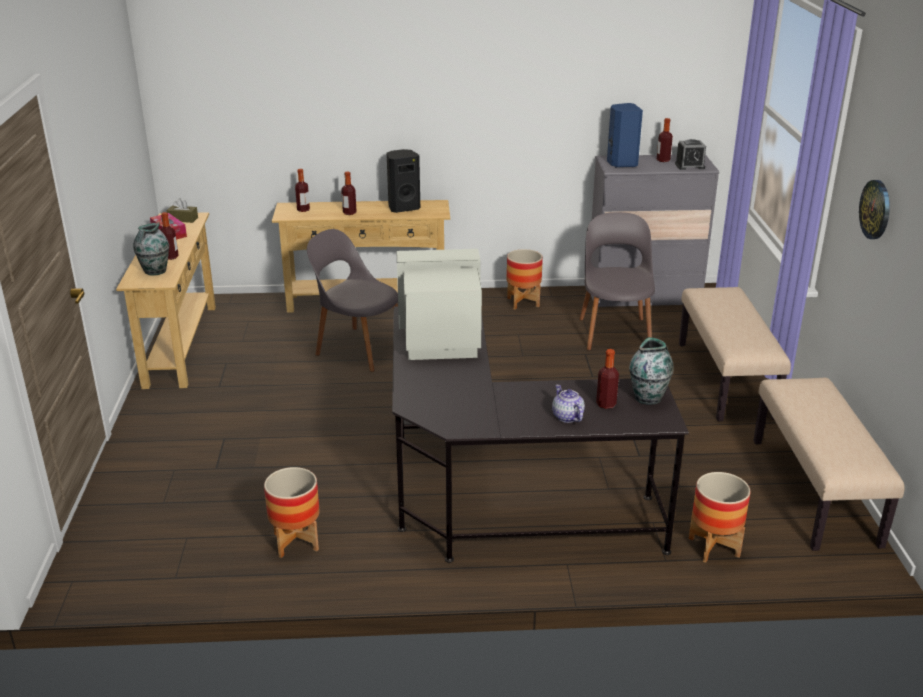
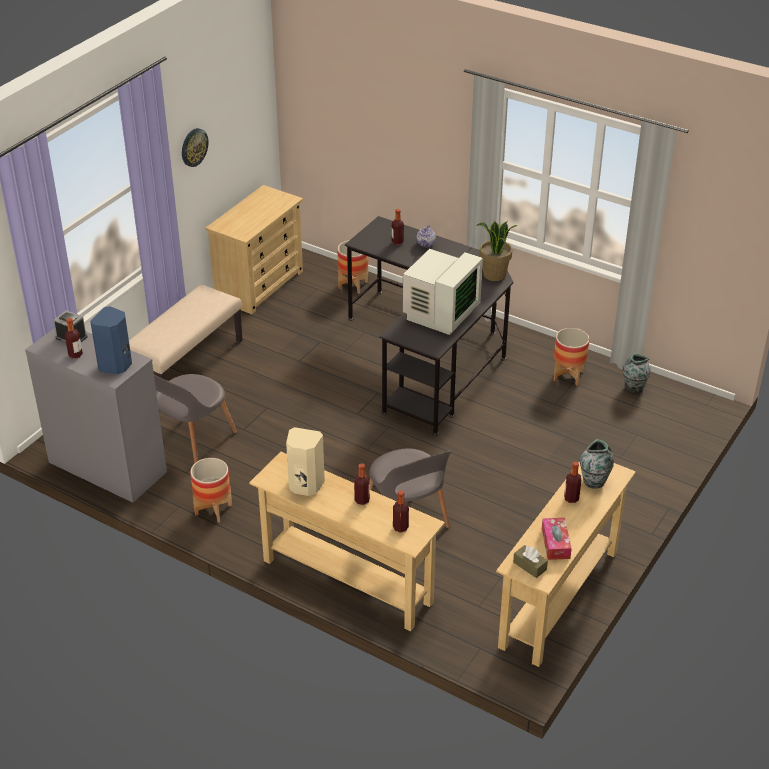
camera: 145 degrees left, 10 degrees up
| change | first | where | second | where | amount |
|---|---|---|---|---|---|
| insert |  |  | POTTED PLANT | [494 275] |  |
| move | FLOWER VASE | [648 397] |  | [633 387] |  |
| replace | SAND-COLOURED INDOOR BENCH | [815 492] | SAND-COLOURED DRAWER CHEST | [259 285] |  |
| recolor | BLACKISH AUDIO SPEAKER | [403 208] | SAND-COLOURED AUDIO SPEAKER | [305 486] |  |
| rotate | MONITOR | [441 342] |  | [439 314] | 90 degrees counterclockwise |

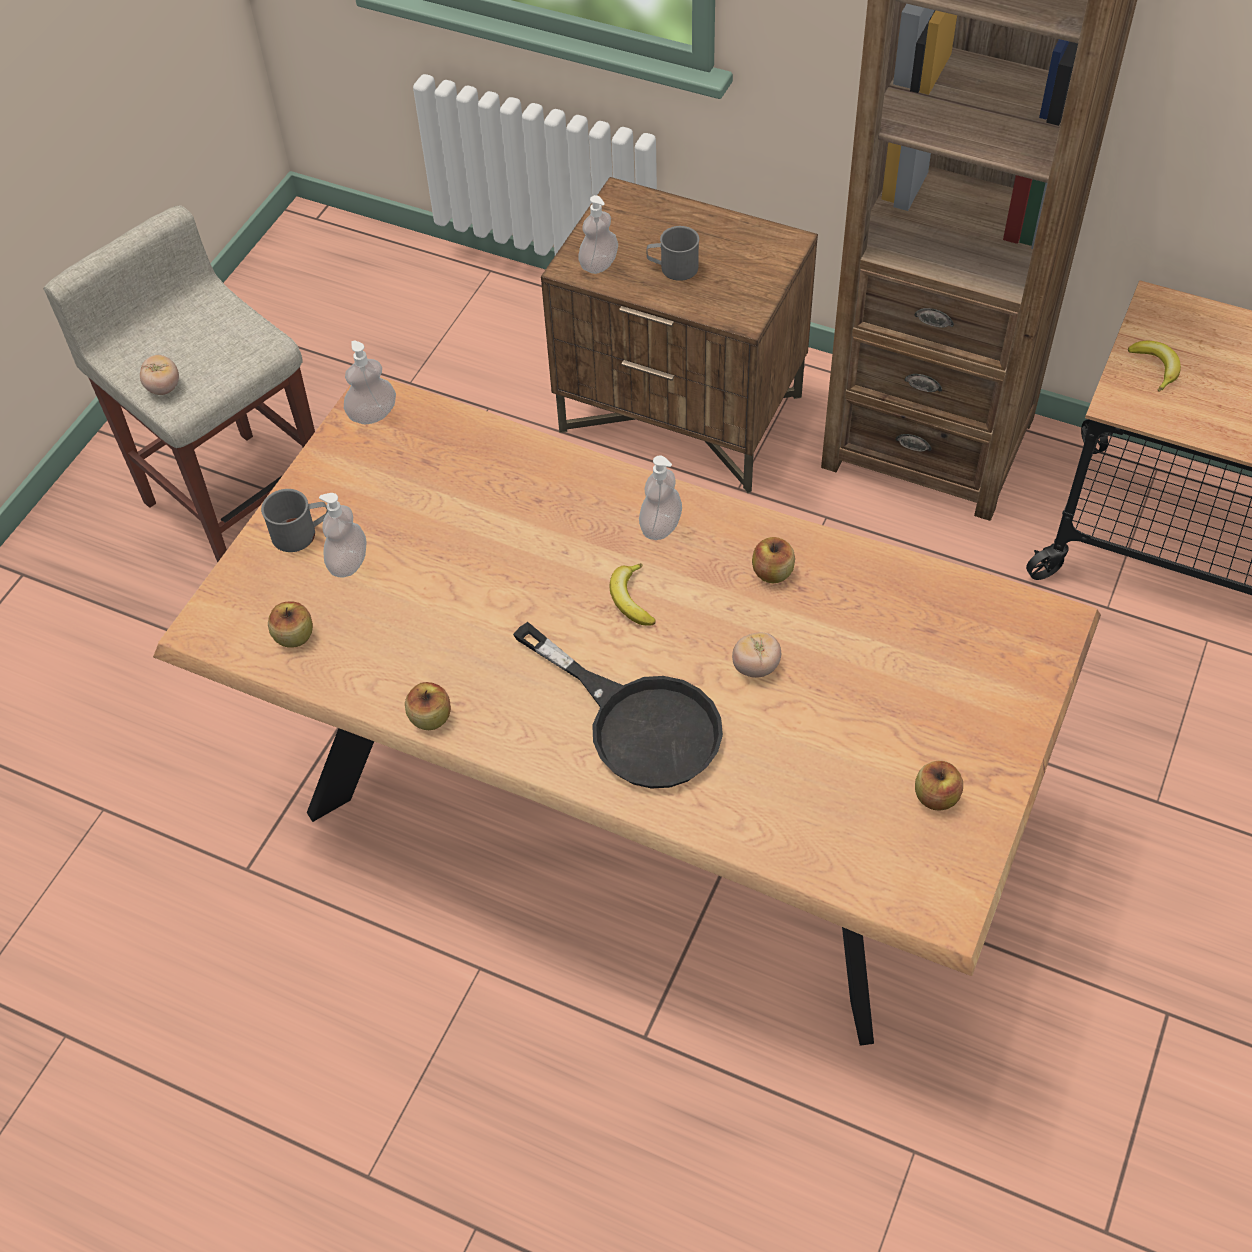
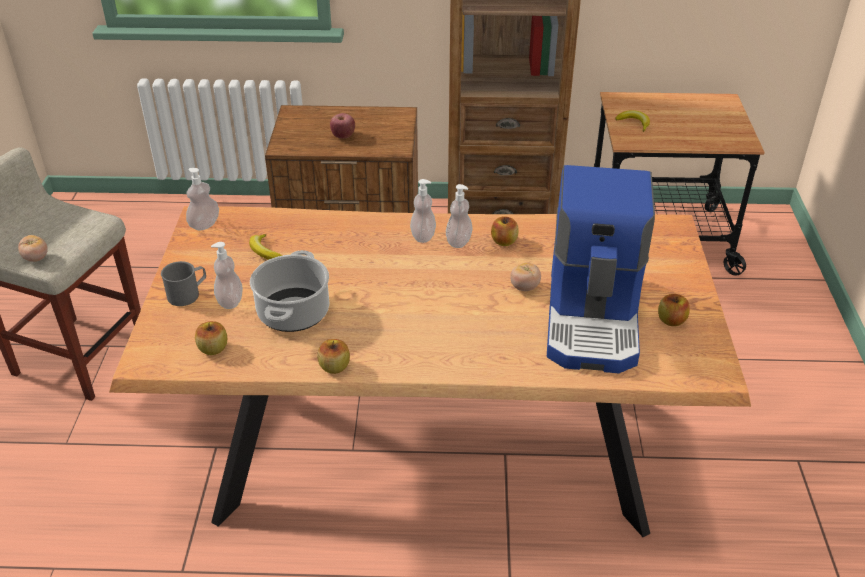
camera: 25 degrees left, 15 degrees down
| change | first | where | second | where | amount |
|---|---|---|---|---|---|
| delete | BLACKISH FRYING PAN | [638 722] |  |  |  |
| insert |  |  | COOKING POT | [294 313] |  |
| insert |  |  | COFFEE BREWER | [594 318] |  |
| move | SOAP BOTTLE | [599 264] |  | [458 241] |  |
| move | WHOLE BANANA | [631 599] |  | [265 252] |  |
| replace | GRAY MUG | [673 268] | WHOLE APPLE | [343 136] |  |

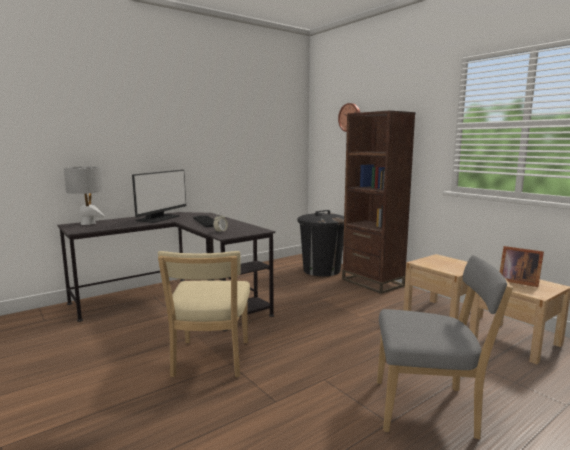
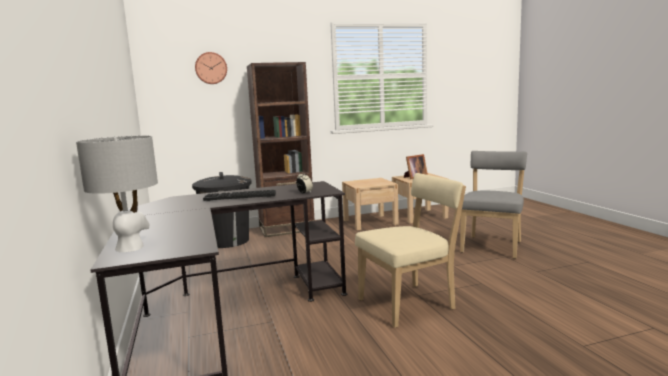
camera: 70 degrees left, 0 degrees up
| change | first | where | second | where | amount |
|---|---|---|---|---|---|
| delete | MONITOR | [159 218] |  |  |  |
| rotate | SAND-COLOURED UPRIGHT CHAIR | [210 361] |  | [410 303] | 45 degrees counterclockwise |

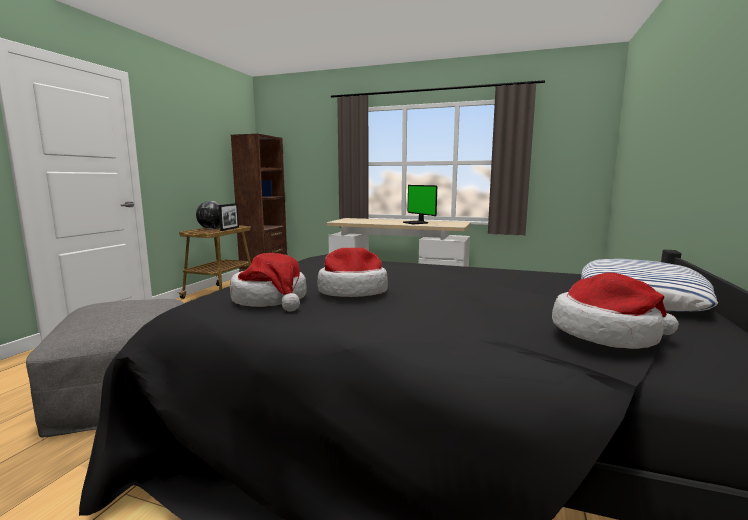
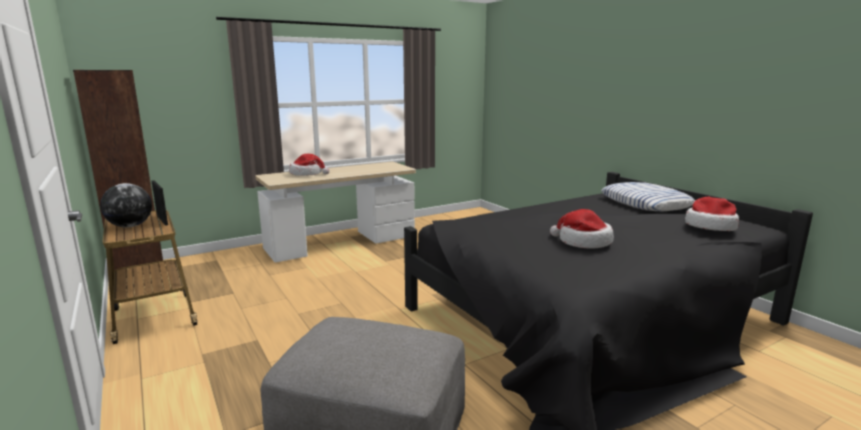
camera: 50 degrees left, 5 degrees up
| change | first | where | second | where | amount |
|---|---|---|---|---|---|
| delete | MONITOR | [416 223] |  |  |  |
| move | WEARABLE HAT | [271 300] |  | [307 174] |  |

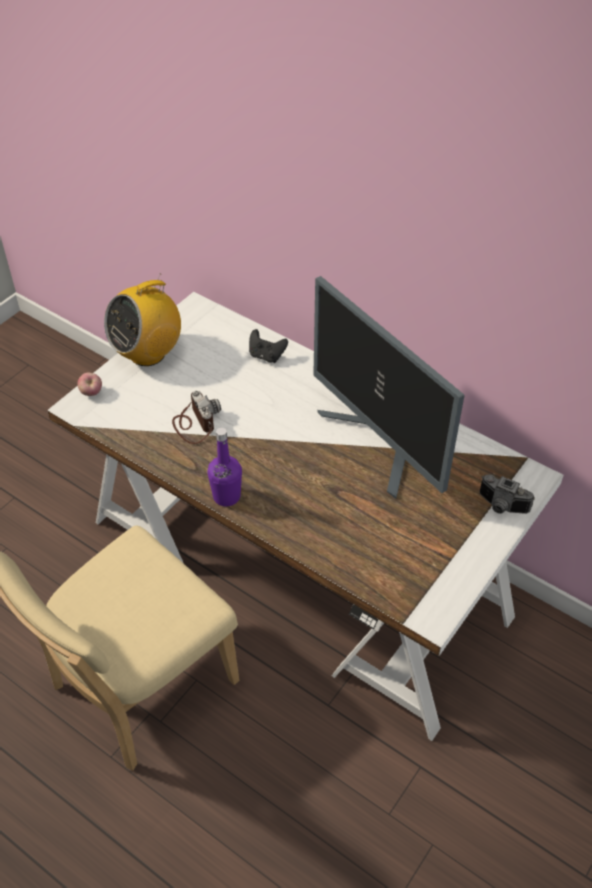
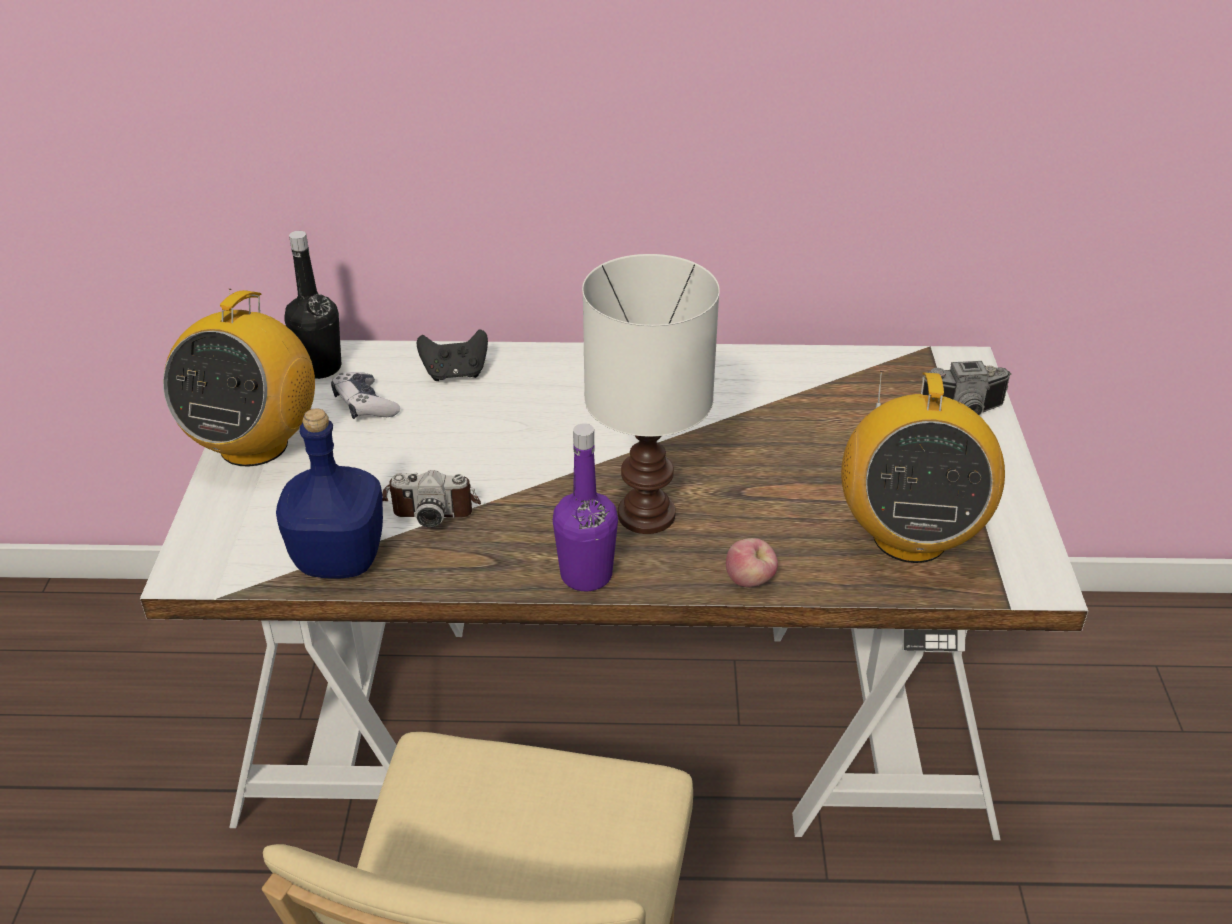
camera: 35 degrees left, 10 degrees down
| change | first | where | second | where | amount |
|---|---|---|---|---|---|
| delete | MONITOR | [380 445] |  |  |  |
| insert |  |  | BLUE BEVERAGE BOTTLE | [339 560] |  |
| insert |  |  | BLACKISH BEVERAGE BOTTLE | [320 368] |  |
| insert |  |  | GAME CONTROLLER | [365 405] |  |
| insert |  |  | WHITISH TABLETOP LAMP | [644 515] |  |
| insert |  |  | RADIO | [909 537] |  |
| move | WHOLE APPLE | [91 393] |  | [750 581] |  |
| rotate | STILL CAMERA | [195 423] |  | [432 503] | 150 degrees clockwise |

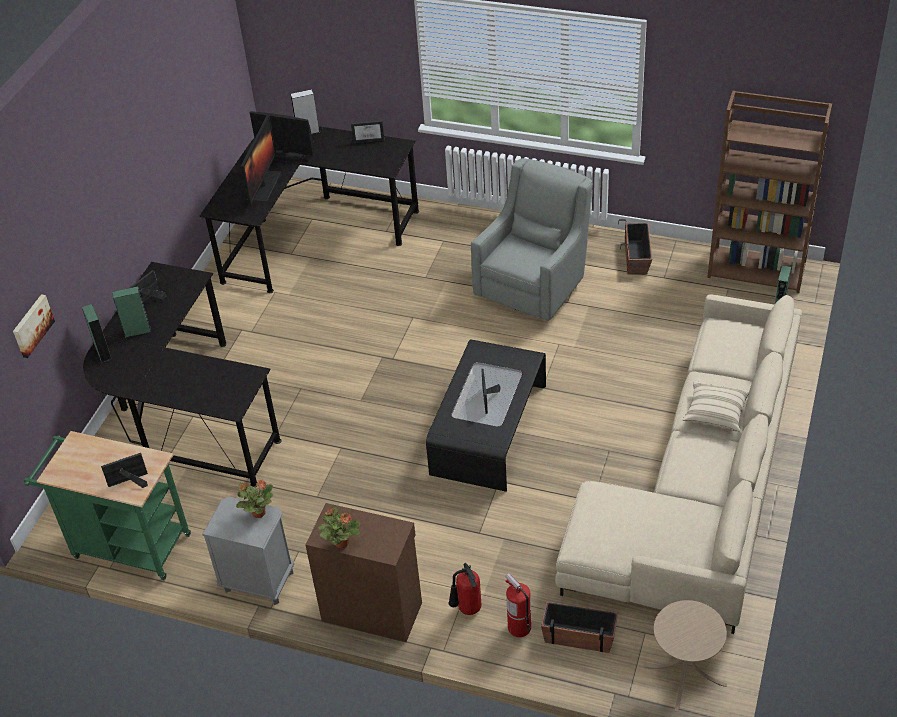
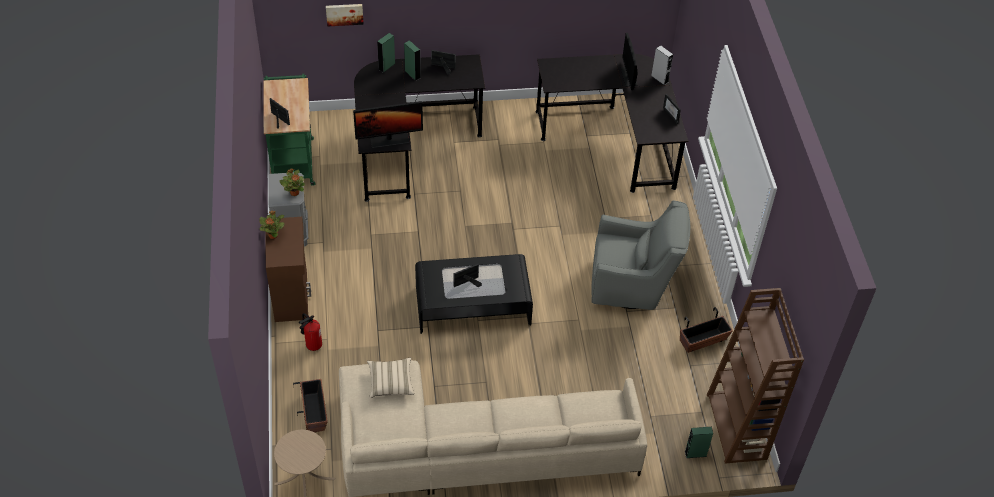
camera: 60 degrees right, 5 degrees up
| change | first | where | second | where | amount |
|---|---|---|---|---|---|
| delete | FIRE-FIGHTING CYLINDER | [519 627] |  |  |  |
| move | MONITOR | [264 186] |  | [389 139] |  |
| move | SAND-COLOURED PILLOW | [715 413] |  | [390 382] |  |

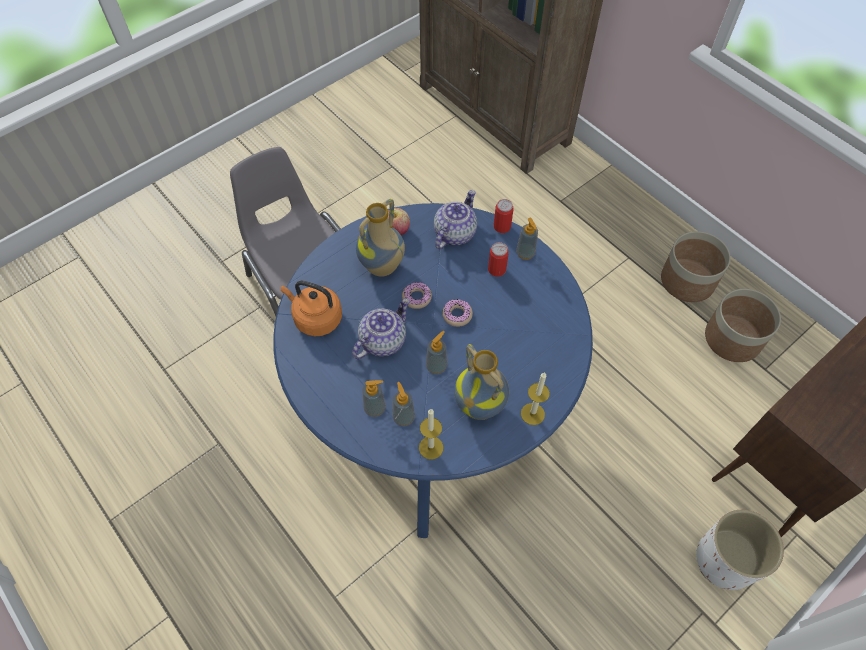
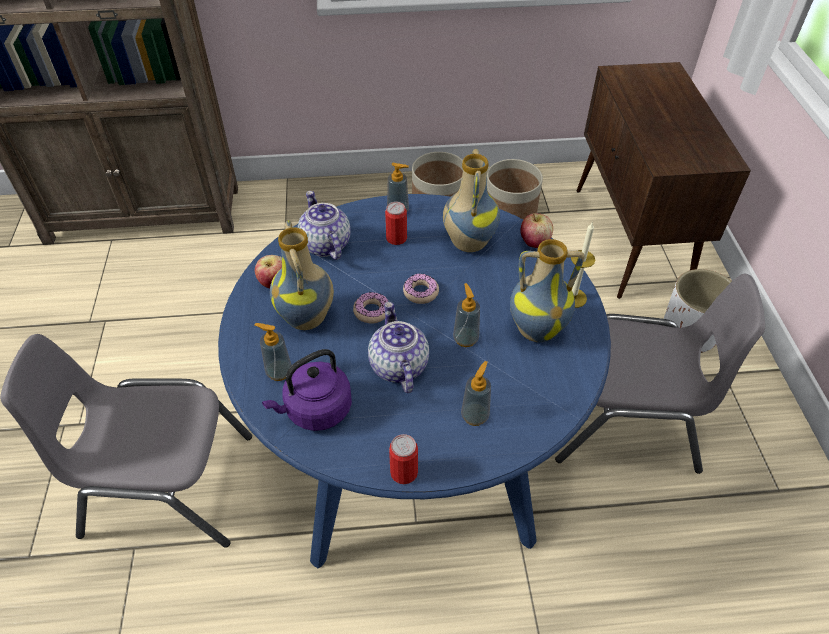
camera: 55 degrees left, 10 degrees down
| change | first | where | second | where | amount |
|---|---|---|---|---|---|
| delete | CANDLE | [431 447] |  |  |  |
| insert |  |  | FLOWER VASE | [467 243] |  |
| insert |  |  | WHOLE APPLE | [534 242] |  |
| insert |  |  | GRAY UPRIGHT CHAIR | [624 420] |  |
| move | SOAP BOTTLE | [404 417] |  | [279 372] |  |
| move | SEALED CAN | [502 226] |  | [404 472] |  |
| recolor | ORANGE TEA KETTLE | [316 318] | PURPLISH TEA KETTLE | [315 410] |  |

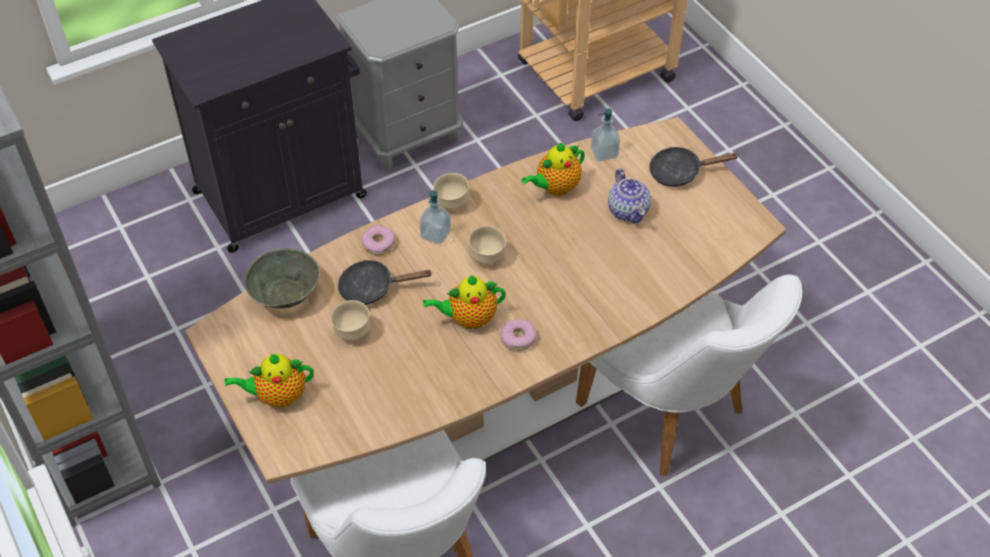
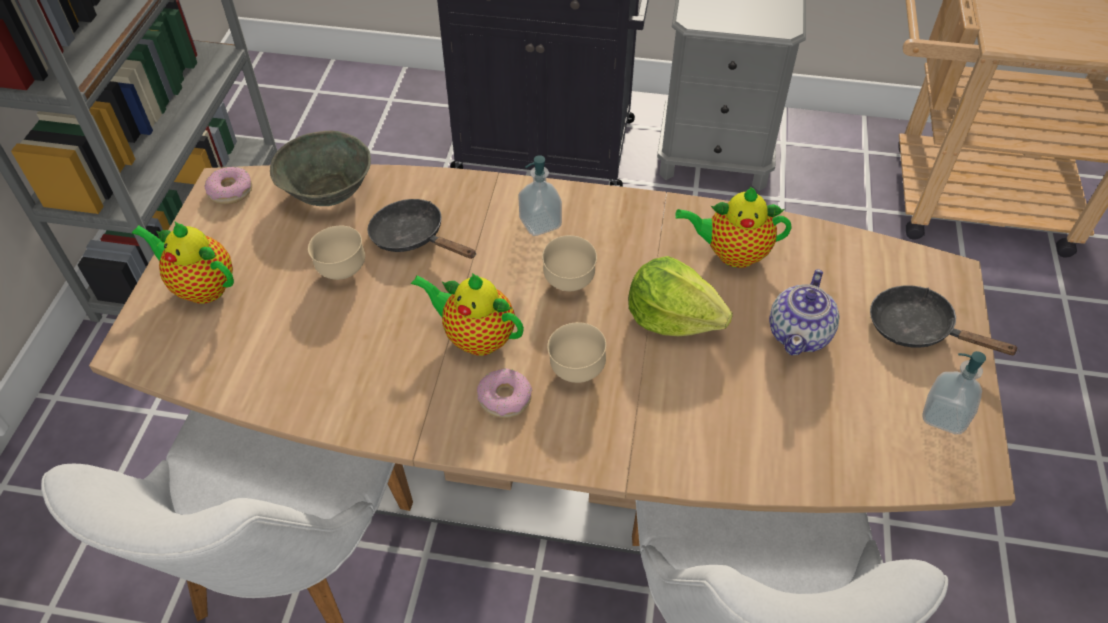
camera: 40 degrees right, 0 degrees up
| change | first | where | second | where | amount |
|---|---|---|---|---|---|
| insert |  |  | LETTUCE | [673 317] |  |
| move | RING DOUGHNUT | [378 244] |  | [230 191] |  |
| move | SAND-COLOURED SERVING BOWL | [452 204] |  | [576 370] |  |
| move | SOAP BOTTLE | [604 153] |  | [944 416] |  |

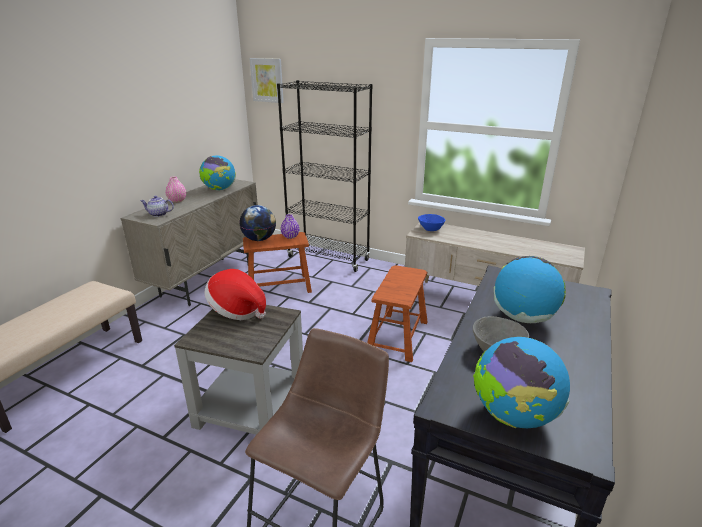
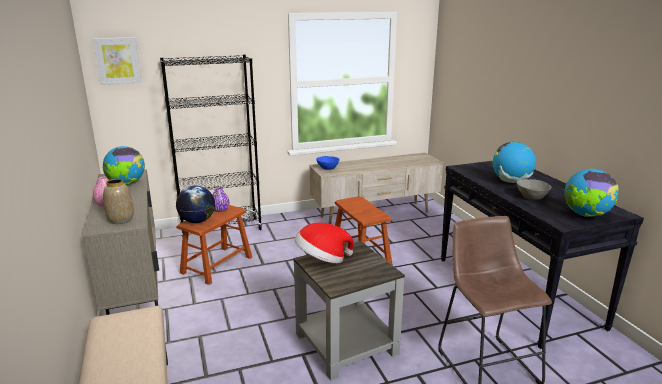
camera: 45 degrees left, 5 degrees down
| change | first | where | second | where | amount |
|---|---|---|---|---|---|
| replace | POT FOR TEA | [158 214] | FLOWER VASE | [121 220] |  |

